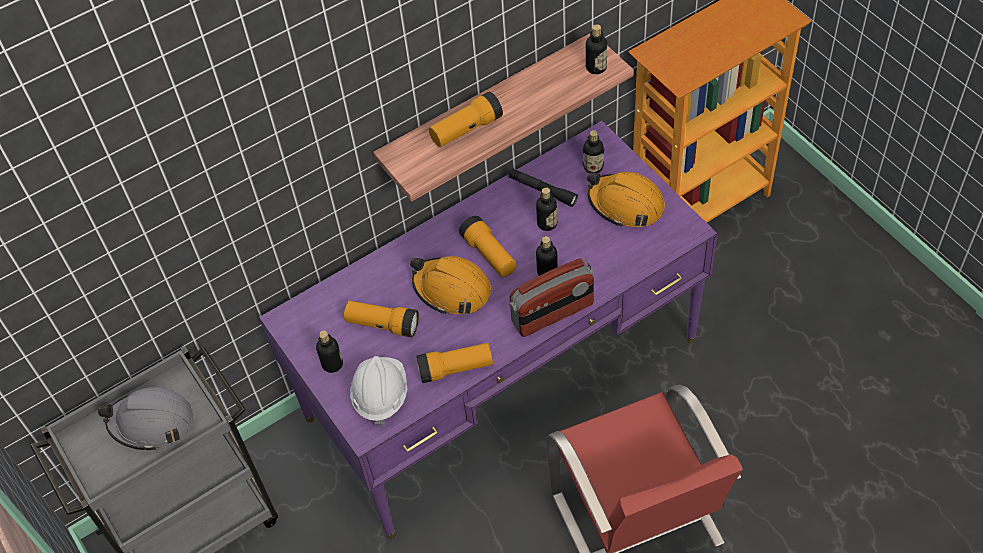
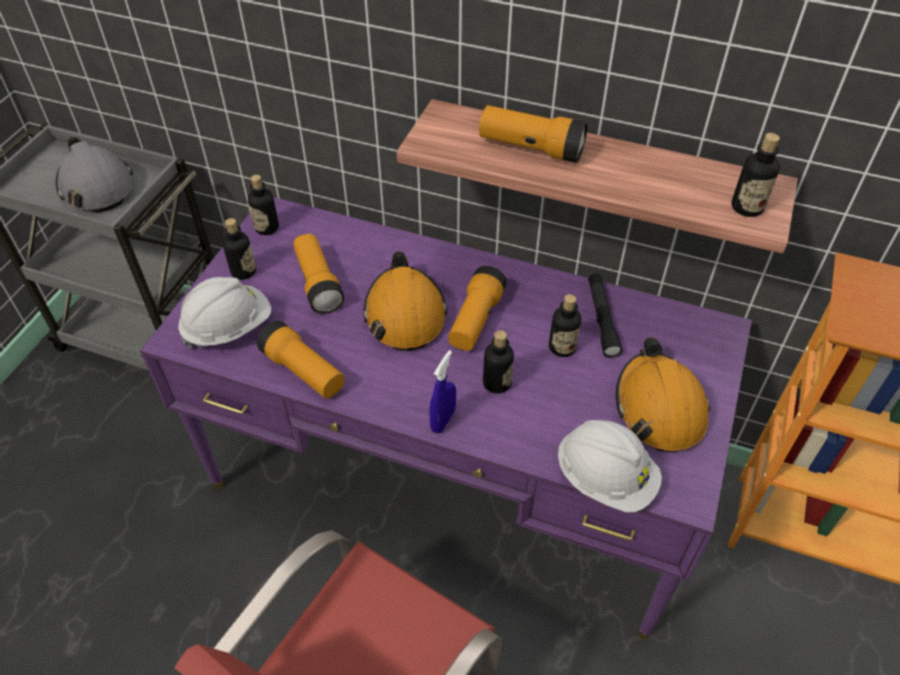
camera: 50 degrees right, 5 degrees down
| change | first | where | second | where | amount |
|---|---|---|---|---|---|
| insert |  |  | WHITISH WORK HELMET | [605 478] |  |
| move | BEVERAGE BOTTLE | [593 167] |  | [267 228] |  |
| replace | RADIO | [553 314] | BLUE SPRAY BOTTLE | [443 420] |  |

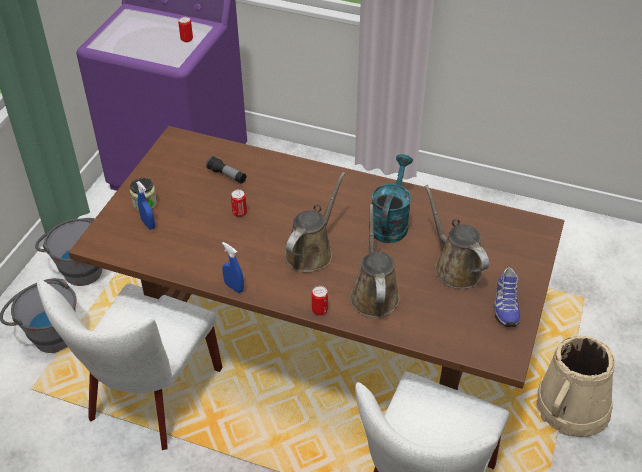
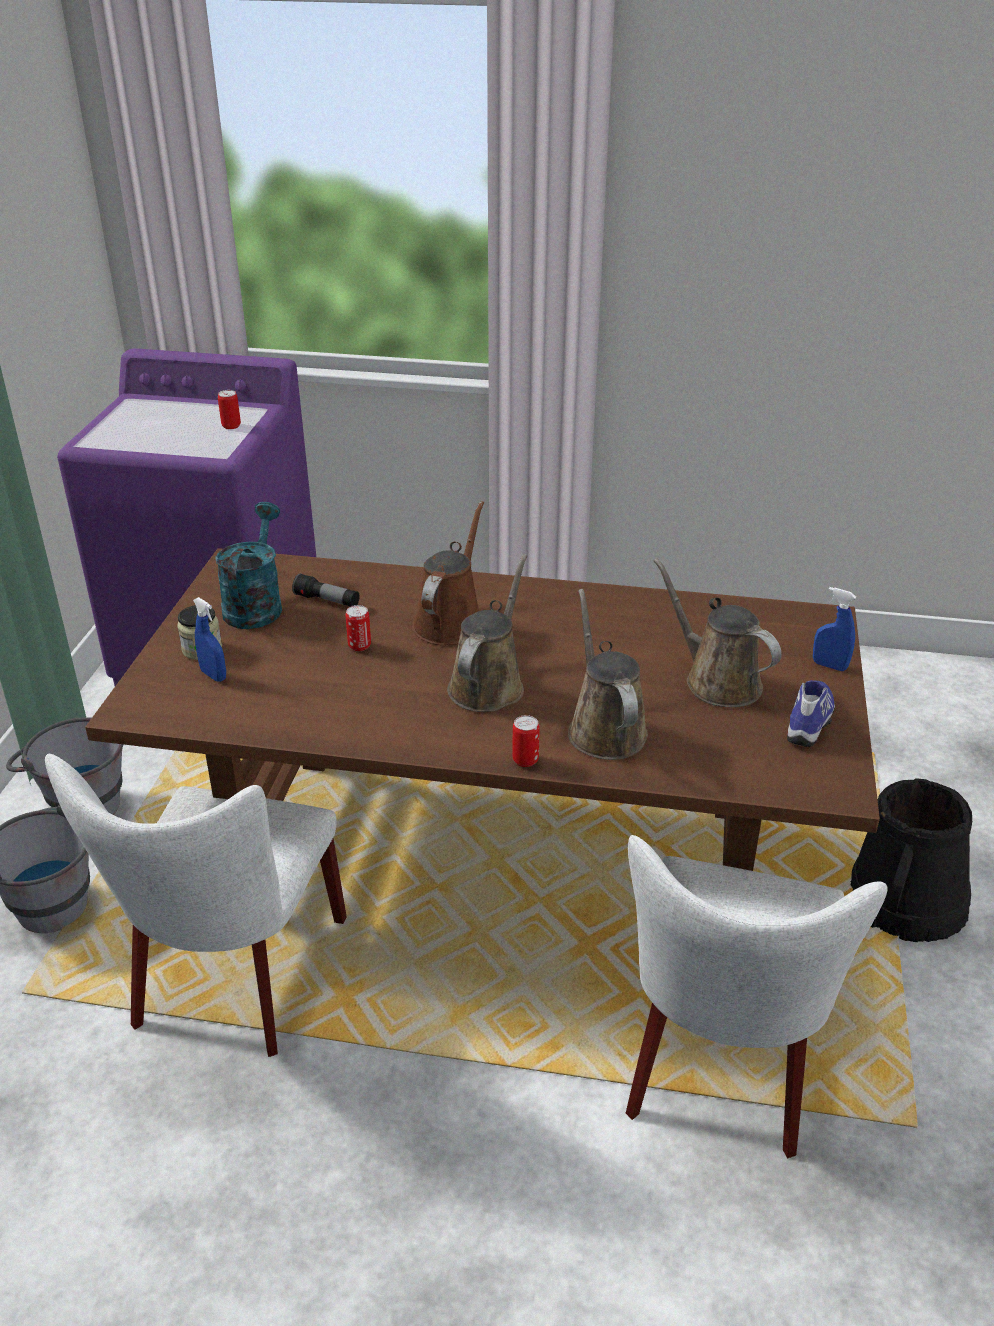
camera: 10 degrees left, 10 degrees down
| change | first | where | second | where | amount |
|---|---|---|---|---|---|
| insert |  |  | BROWNISH WATERING POT | [450 621] |  |
| move | BLUE SPRAY BOTTLE | [234 287] |  | [829 666] |  |
| move | TURQUOISE-COLOURED WATERING POT | [390 222] |  | [255 604] |  |
| recolor | SAND-COLOURED PAIL | [572 407] | BLACKISH PAIL | [906 901] |  |
| rotate | LOW SHOE | [504 306] |  | [811 722] | 150 degrees counterclockwise |

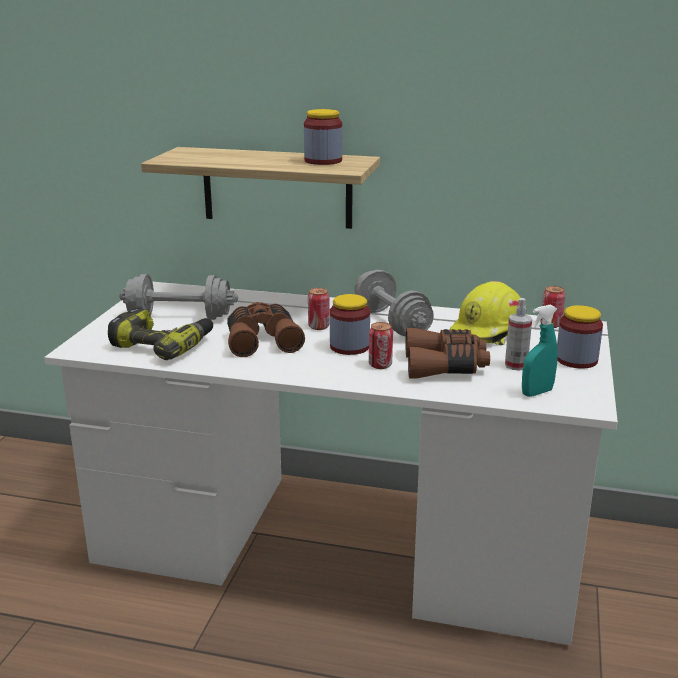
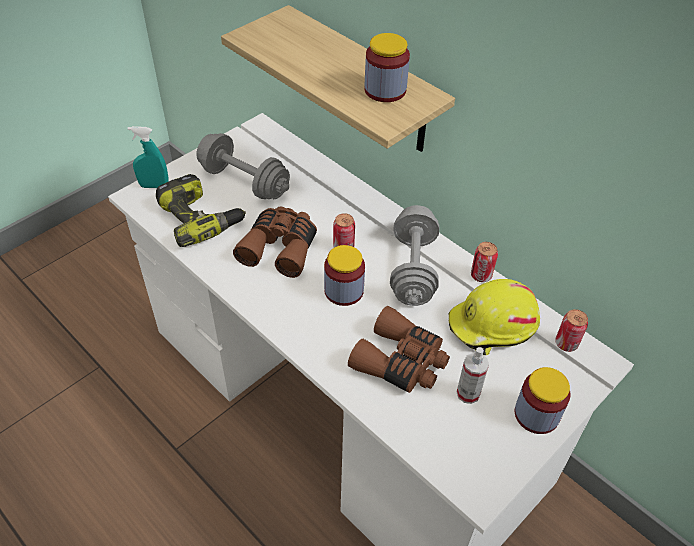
camera: 30 degrees right, 25 degrees up
| change | first | where | second | where | amount |
|---|---|---|---|---|---|
| move | SEALED CAN | [380 365] |  | [481 275] |  |
| move | TURQUOISE-COLOURED SPRAY BOTTLE | [537 392] |  | [154 186] |  |

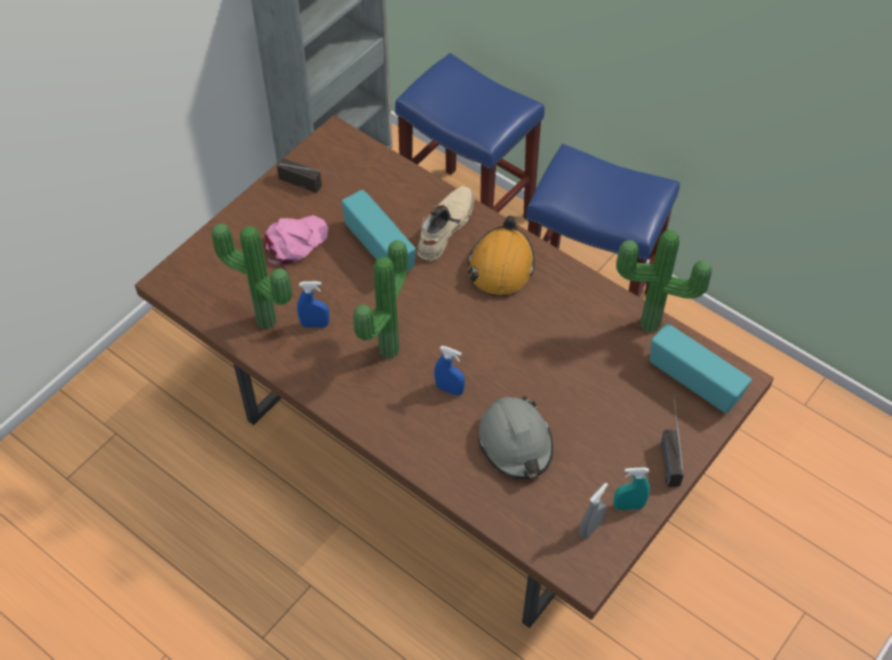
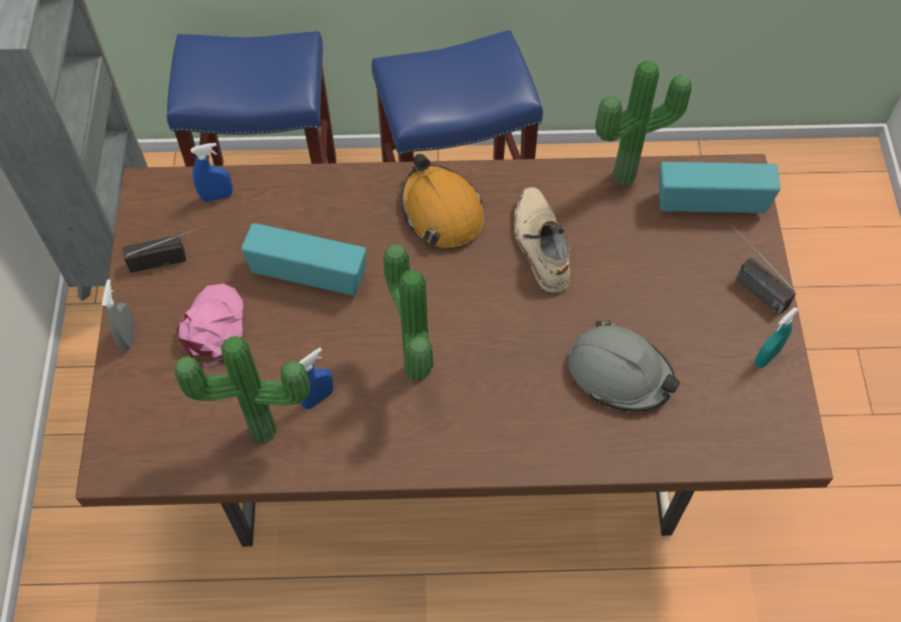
camera: 40 degrees left, 5 degrees up
| change | first | where | second | where | amount |
|---|---|---|---|---|---|
| move | SAND-COLOURED TALL BOOT | [444 227] |  | [540 244] |  |
| move | BLUE SPRAY BOTTLE | [449 389] |  | [217 196] |  |
| move | GRAY SPRAY BOTTLE | [590 528] |  | [128 336] |  |

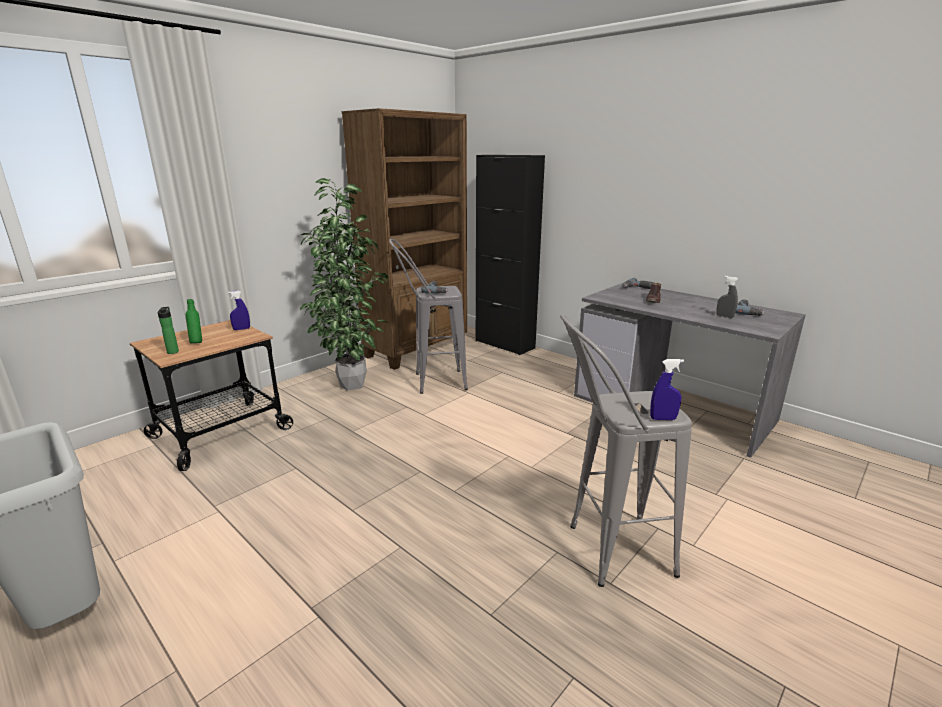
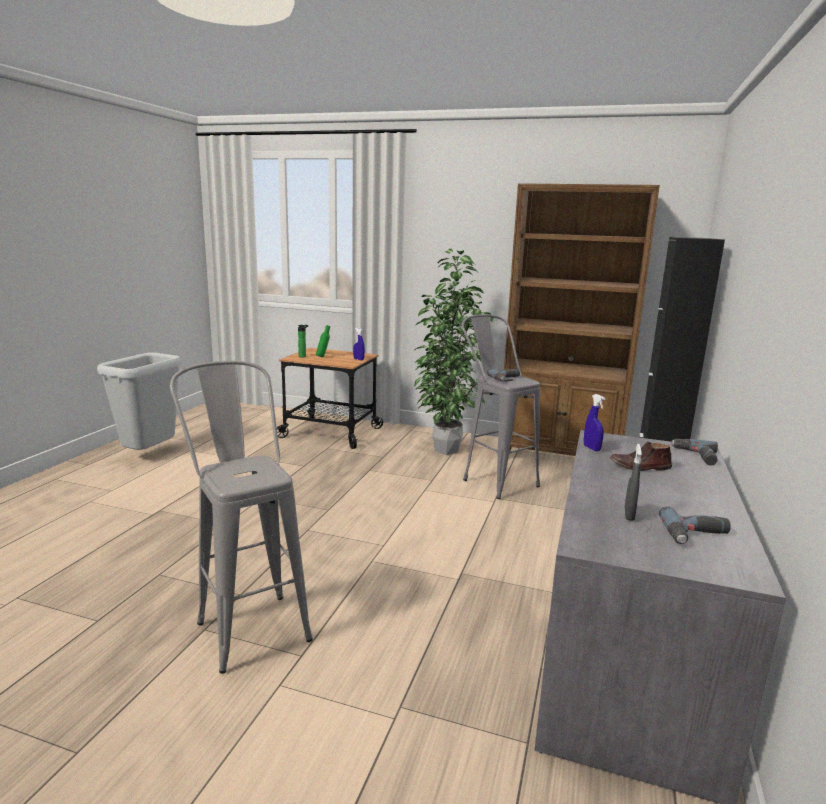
camera: 65 degrees right, 5 degrees down
| change | first | where | second | where | amount |
|---|---|---|---|---|---|
| move | BLUE SPRAY BOTTLE | [663 419] |  | [591 448] |  |

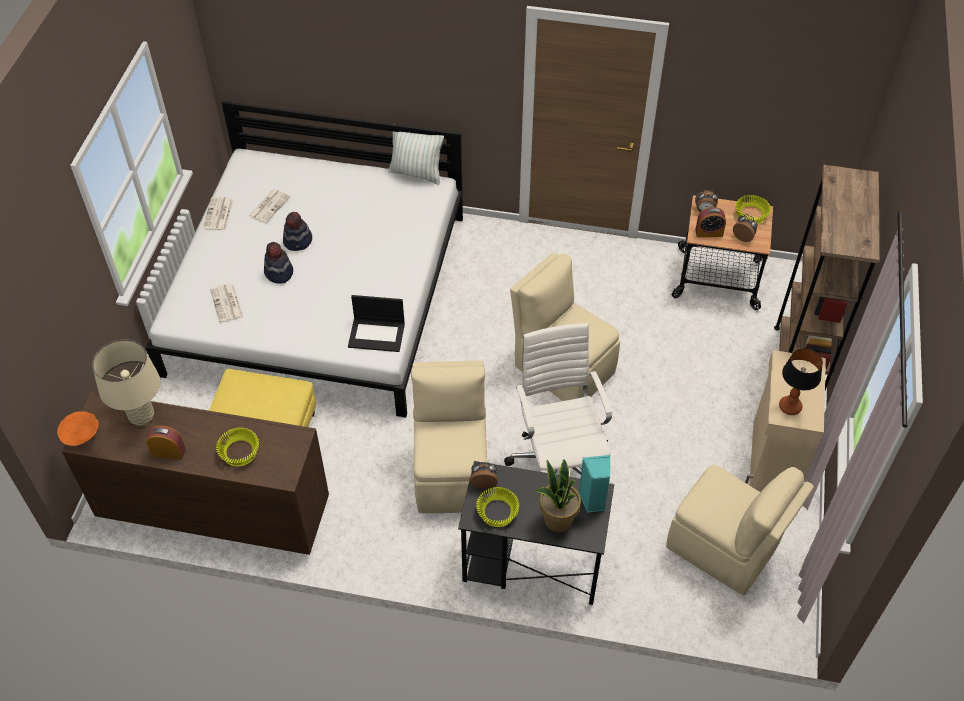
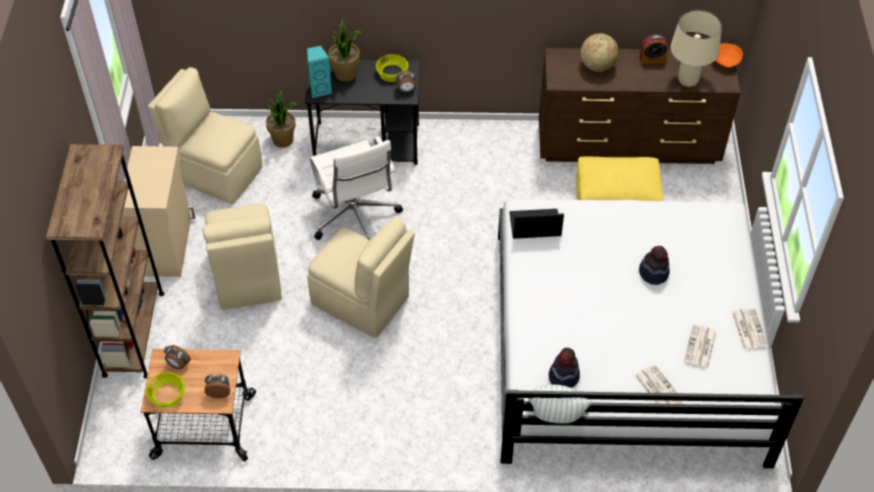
camera: 170 degrees right, 0 degrees up
| change | first | where | second | where | amount |
|---|---|---|---|---|---|
| delete | ALARM CLOCK | [709 233] |  |  |  |
| delete | TABLETOP LAMP | [790 406] |  |  |  |
| insert |  |  | POTTED PLANT | [283 140] |  |
| move | NEWSPAPER | [227 303] |  | [657 387] |  |
| move | WEARABLE HAT | [298 241] |  | [563 376] |  |
| move | SAND-COLOURED UPRIGHT CHAIR | [451 472] |  | [247 277] |  |
| replace | YELLOW-COLOURED SERVING BOWL | [240 453] | WORLD GLOBE | [597 66] |  |

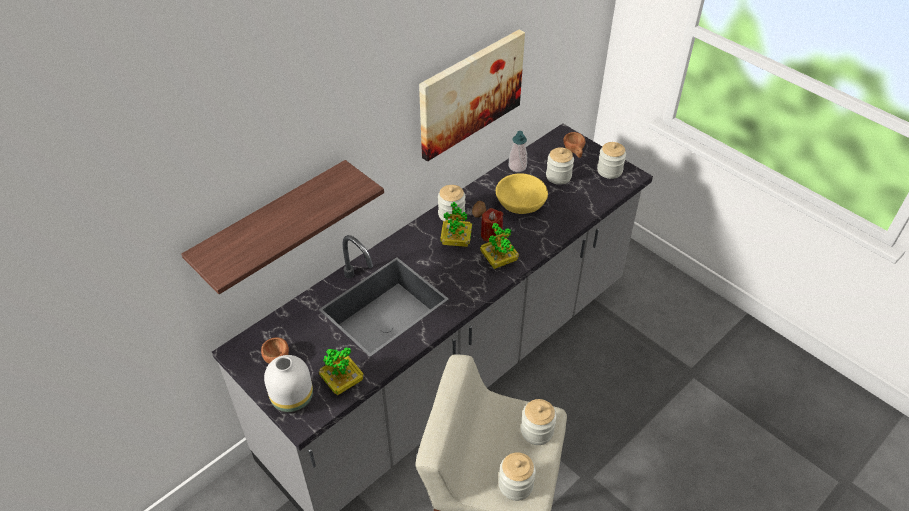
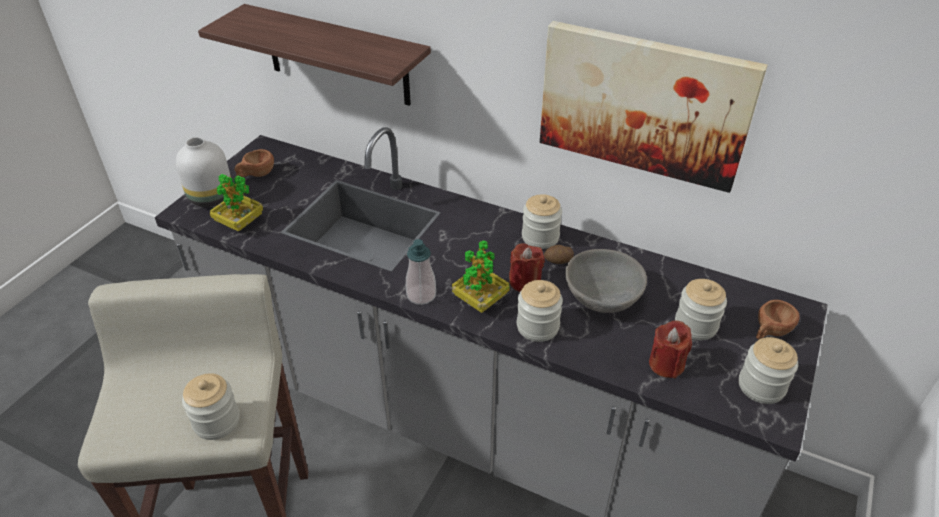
camera: 70 degrees right, 5 degrees down
| change | first | where | second | where | amount |
|---|---|---|---|---|---|
| delete | POTTED PLANT | [456 241] |  |  |  |
| insert |  |  | REDDISH CANDLE | [666 364] |  |
| move | STORAGE JAR | [515 485] |  | [537 326] |  |
| move | SOAP BOTTLE | [517 166] |  | [421 295] |  |
| recolor | YELLOW-COLOURED SERVING BOWL | [521 205] | GRAY SERVING BOWL | [602 298] |  |

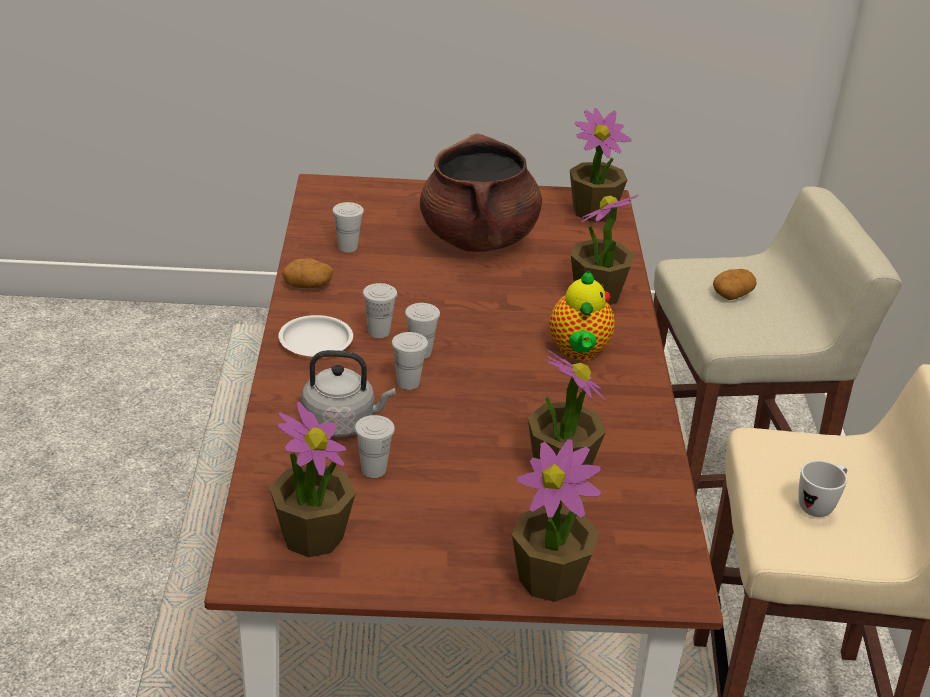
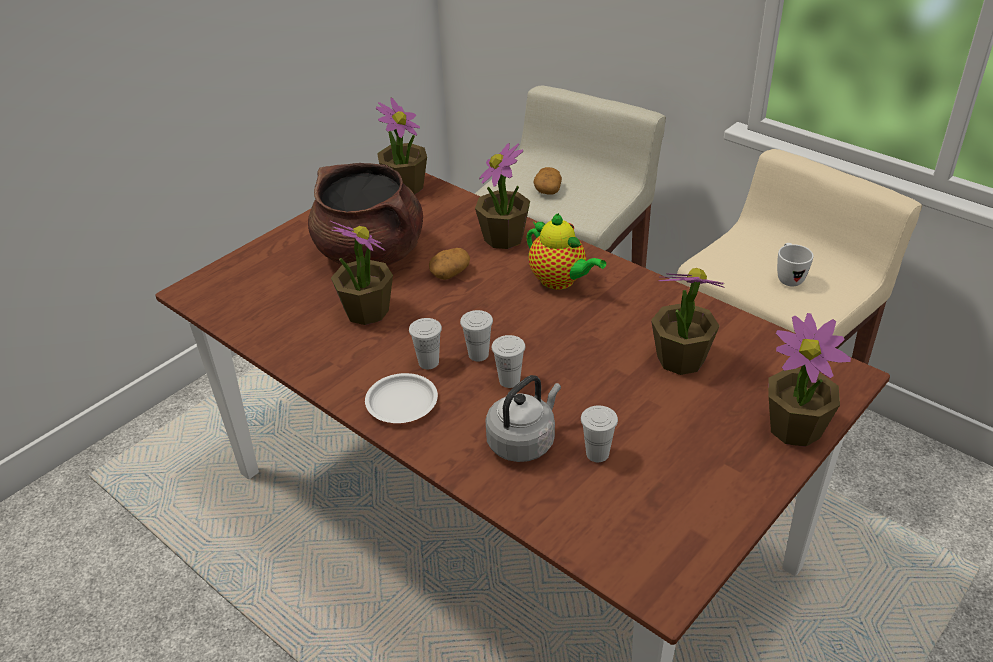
camera: 45 degrees left, 5 degrees up
| change | first | where | second | where | amount |
|---|---|---|---|---|---|
| delete | WHITISH SMALL CUP | [347 247] |  |  |  |
| move | POTTED PLANT | [312 536] |  | [366 311] |  |
| move | WHOLE POTATO | [308 285] |  | [450 272] |  |

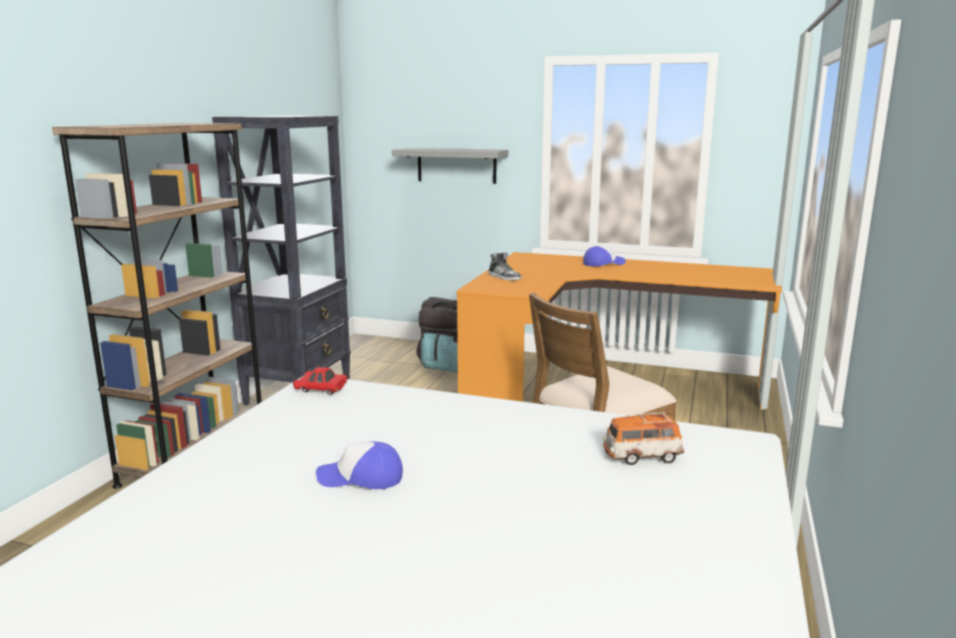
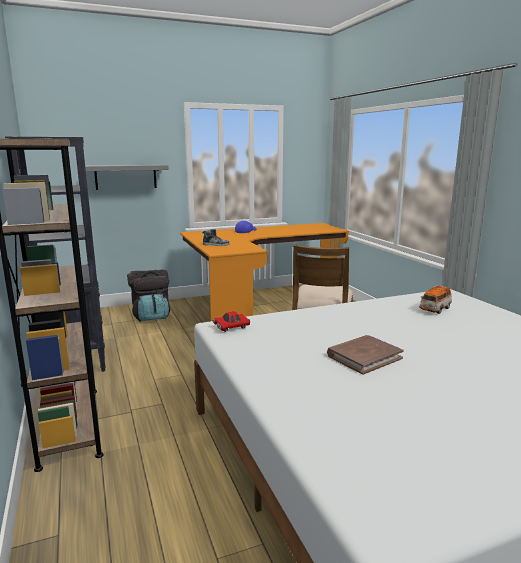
camera: 40 degrees left, 0 degrees up
| change | first | where | second | where | amount |
|---|---|---|---|---|---|
| replace | BASEBALL CAP | [361 478] | BROWNISH VOLUME | [364 357] |  |

